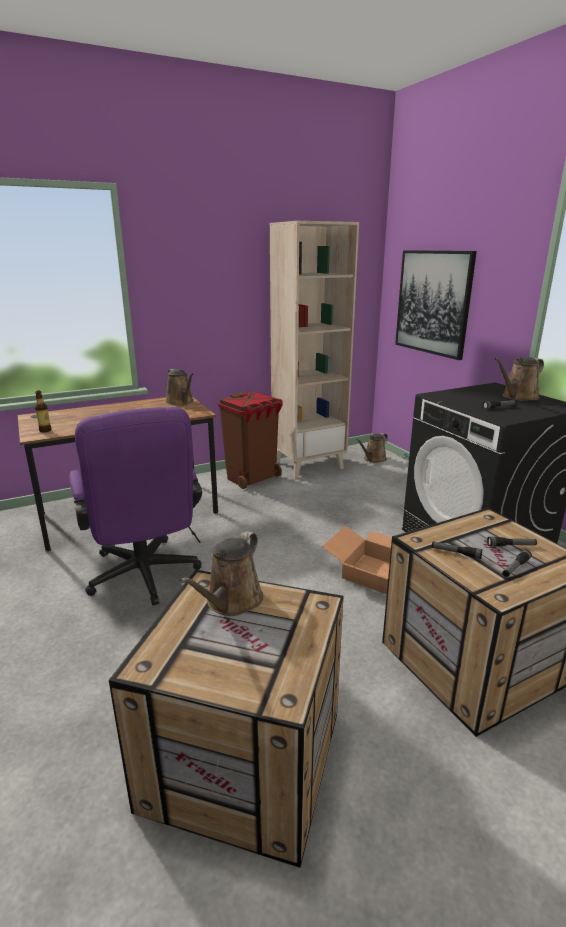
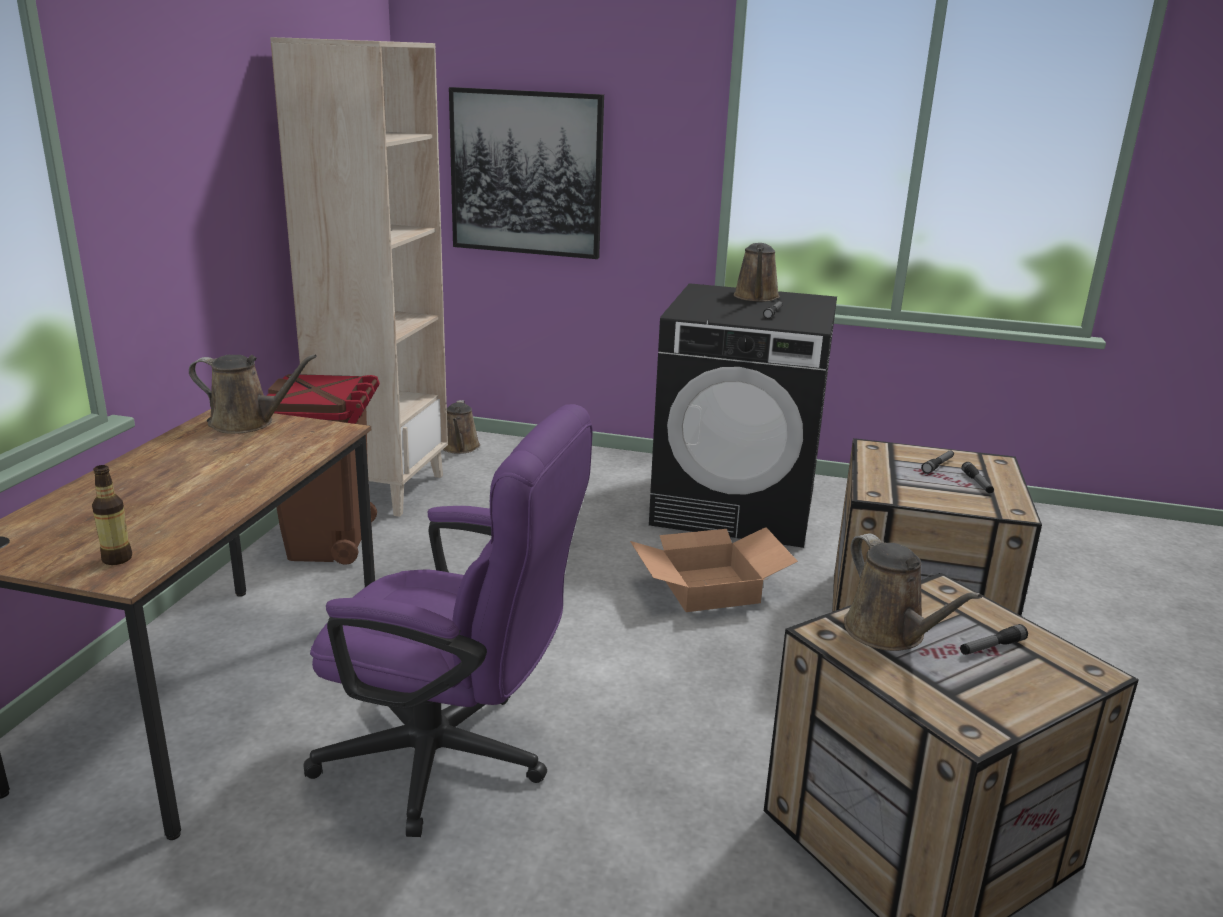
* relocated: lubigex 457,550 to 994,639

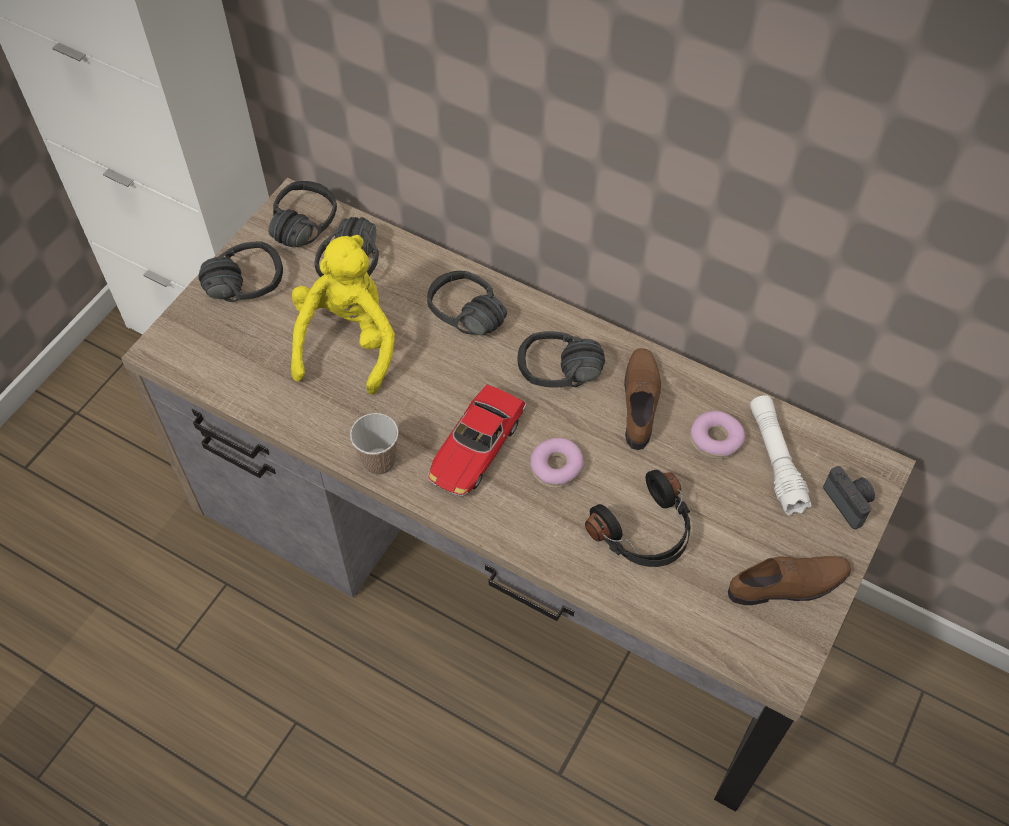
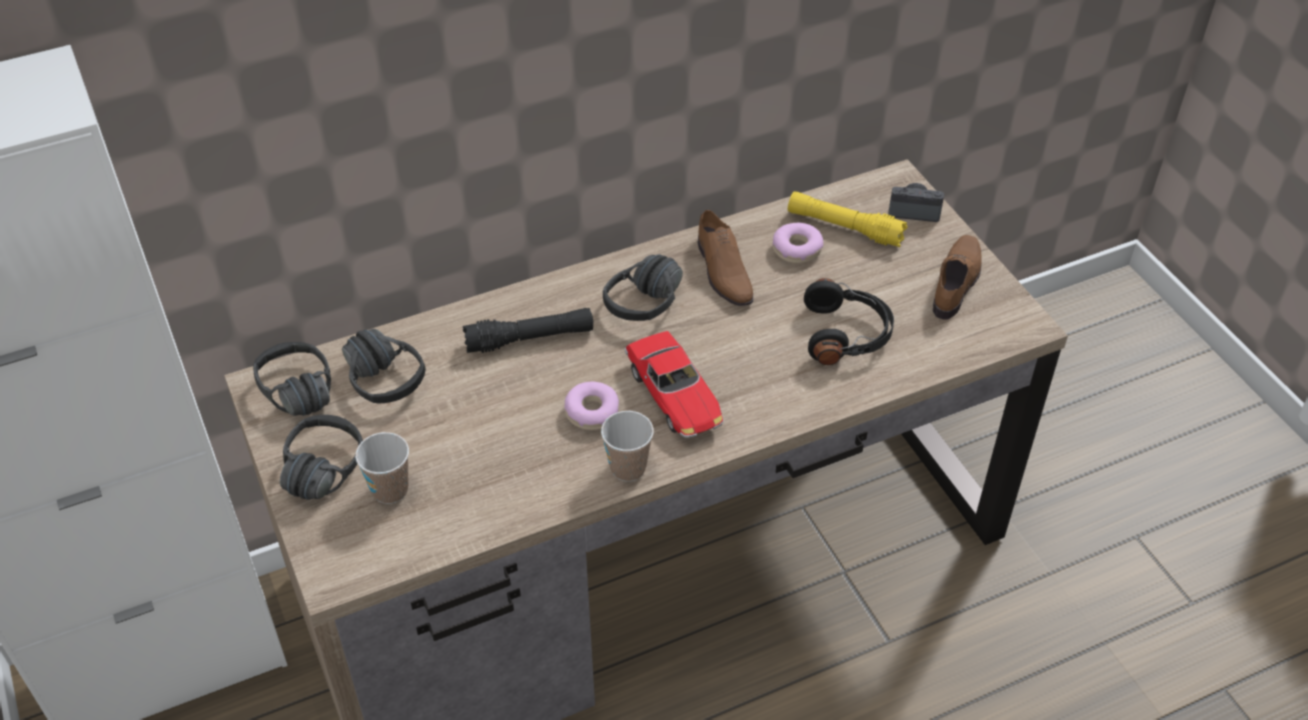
* missing: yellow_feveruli 343,315
* exchanged: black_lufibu 467,303 to black_lubigex 528,330
* spun: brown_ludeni 642,399 = 725,258 150 degrees counterclockwise
* colour: white_lubigex 781,455 to yellow_lubigex 848,219
* relocated: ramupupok 557,463 to 591,406
* appeared: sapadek 382,468

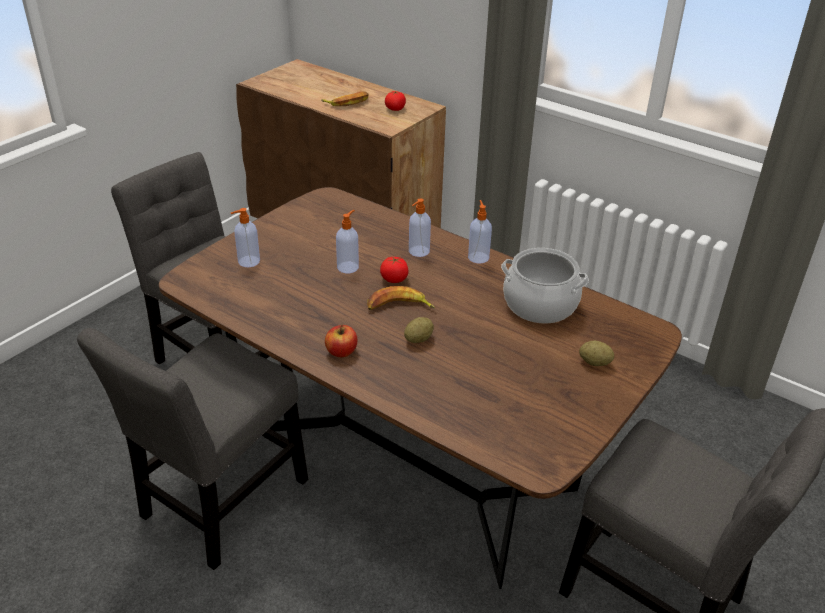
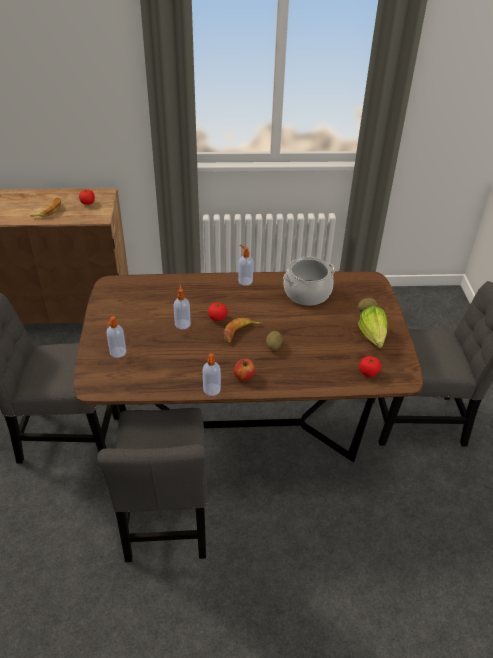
* relocated: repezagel 420,227 to 212,374
* appeared: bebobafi 372,327
* appeared: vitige 370,366

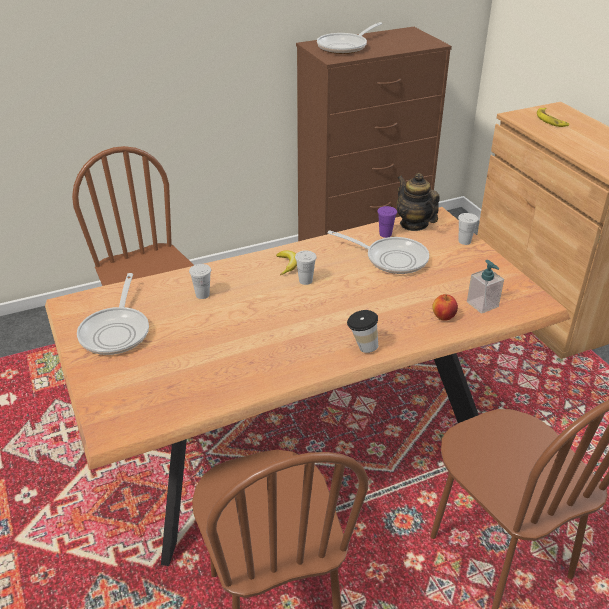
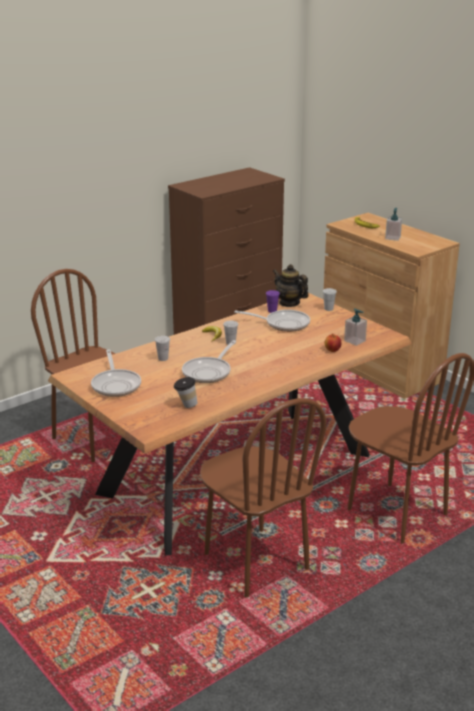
* relocated: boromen 349,38 to 209,361
* relocated: sapadek 362,331 to 186,392
* appeared: repezagel 393,224

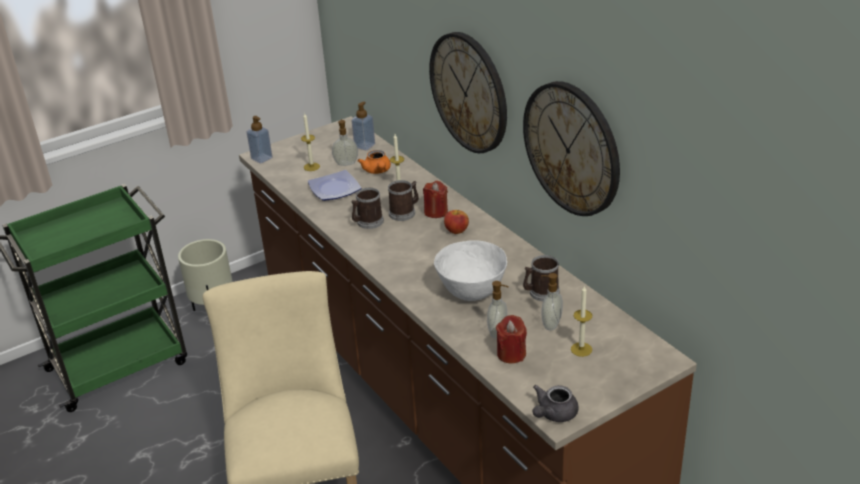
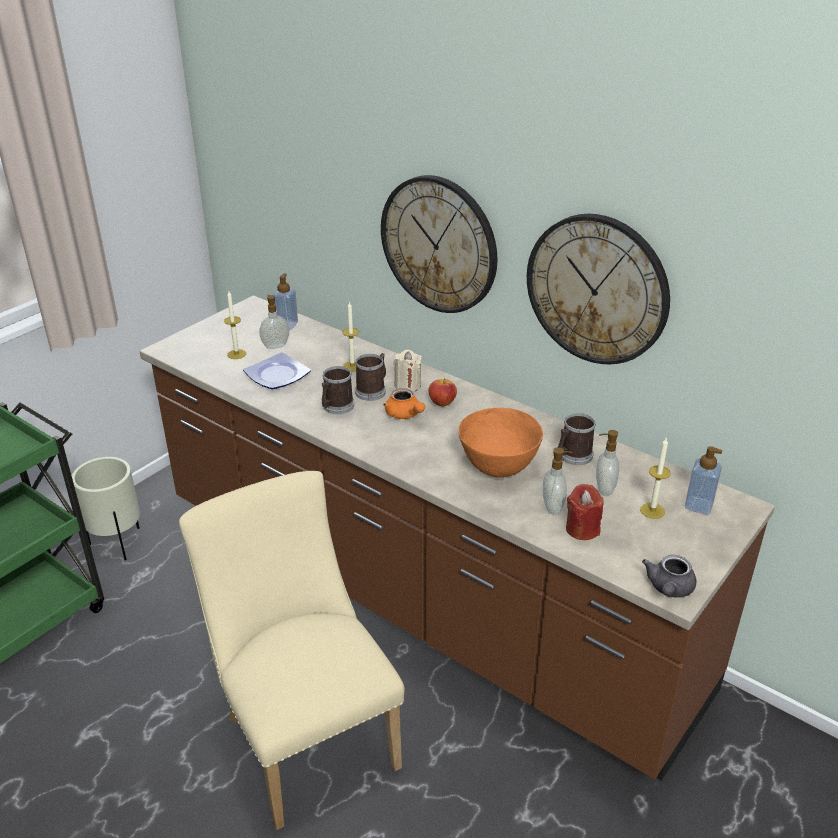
* relocated: repezagel 259,139 to 703,480
* relocated: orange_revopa 374,162 to 404,403
* colour: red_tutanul 435,199 to beige_tutanul 407,371
* colour: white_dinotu 470,270 to orange_dinotu 500,442

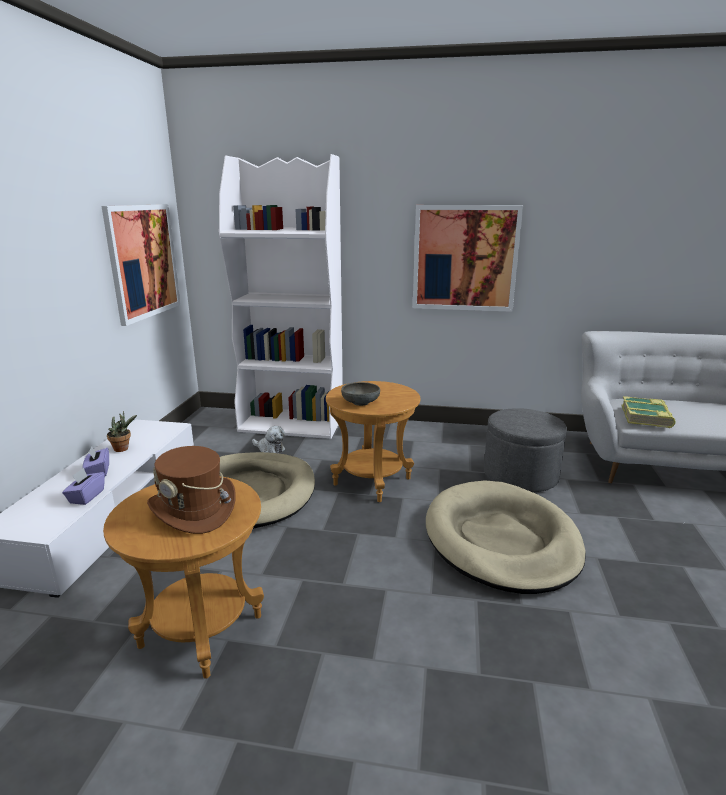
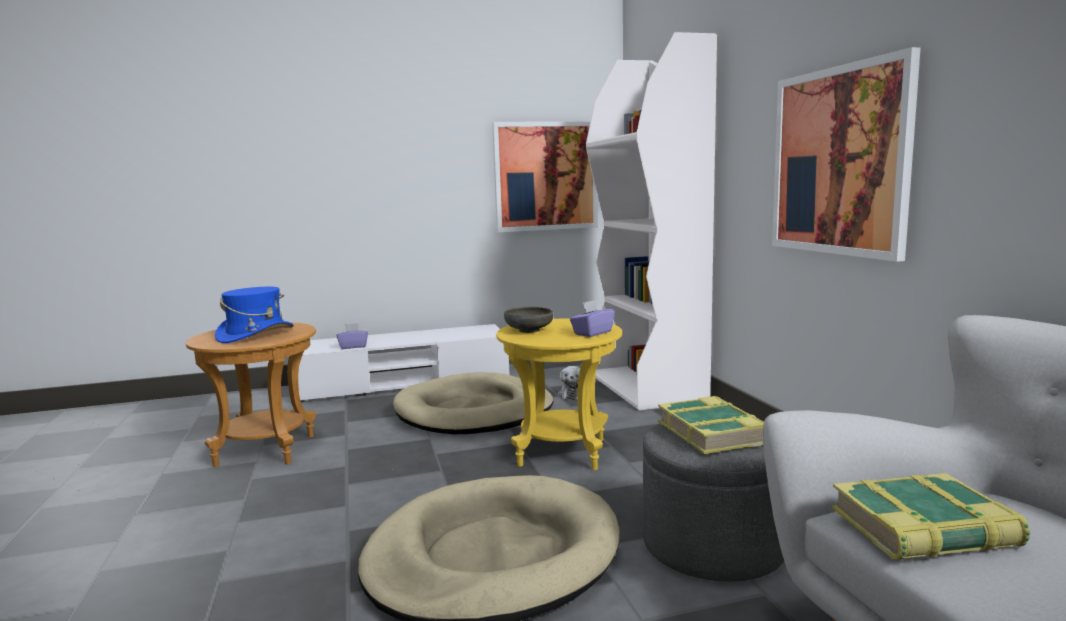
* colour: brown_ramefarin 373,441 to yellow_ramefarin 559,394
* missing: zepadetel 122,431
* relocated: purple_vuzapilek 96,461 to 592,318
* colour: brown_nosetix 191,490 to blue_nosetix 254,315
* appeared: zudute 711,425

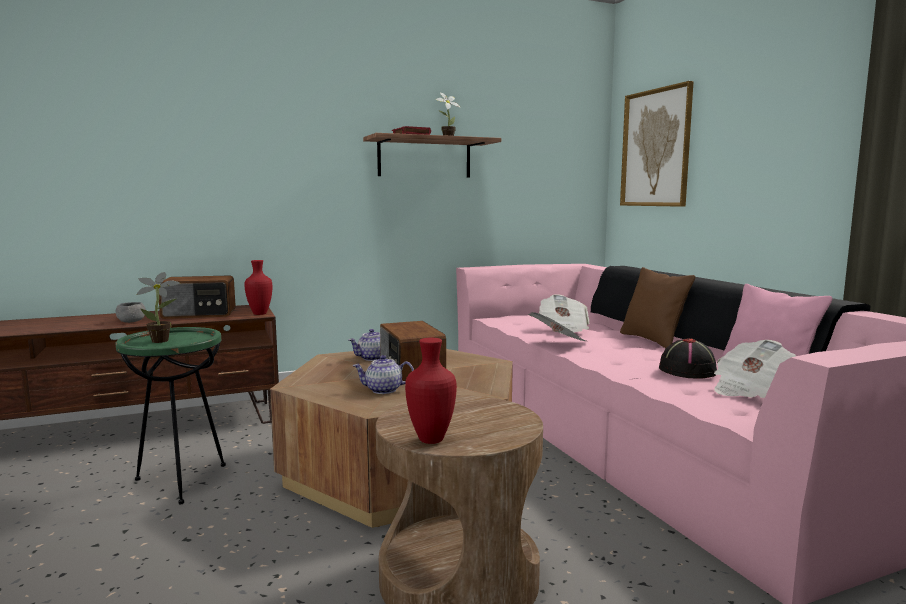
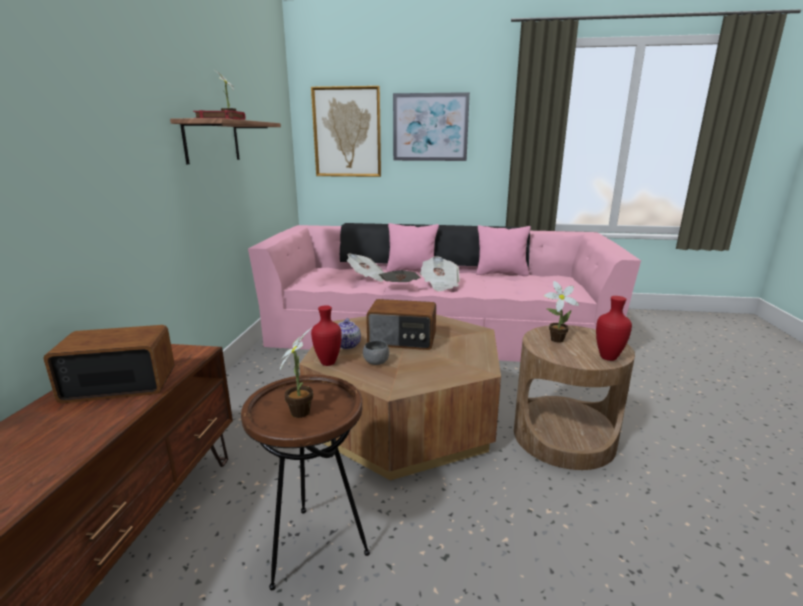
* relocated: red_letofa 258,287 to 326,335
* colour: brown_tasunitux 657,307 to pink_tasunitux 412,247
* spun: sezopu 197,297 = 109,364 120 degrees counterclockwise
* relocated: grey_dinotu 131,312 to 376,352
* colour: green_ramefarin 171,415 to brown_ramefarin 305,482
* missing: black_nosetix 688,358
* relocated: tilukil 755,369 to 440,273
* missing: revopa 383,374
* appeared: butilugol 431,126
* appeared: zepadetel 561,312

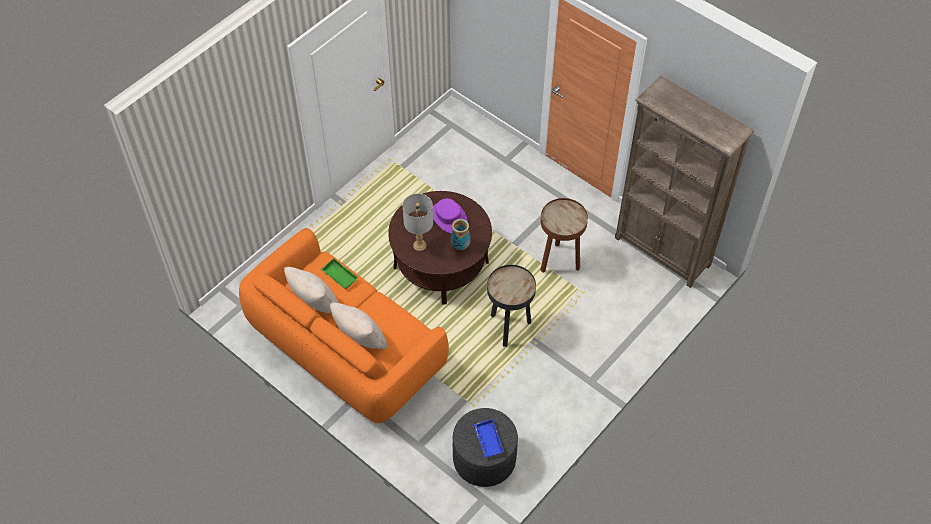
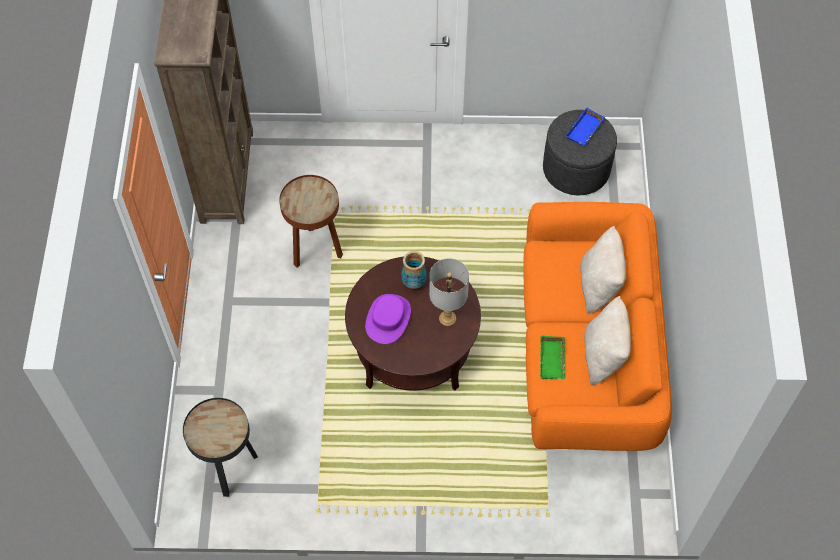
* relocated: black_ramefarin 511,306 to 220,447

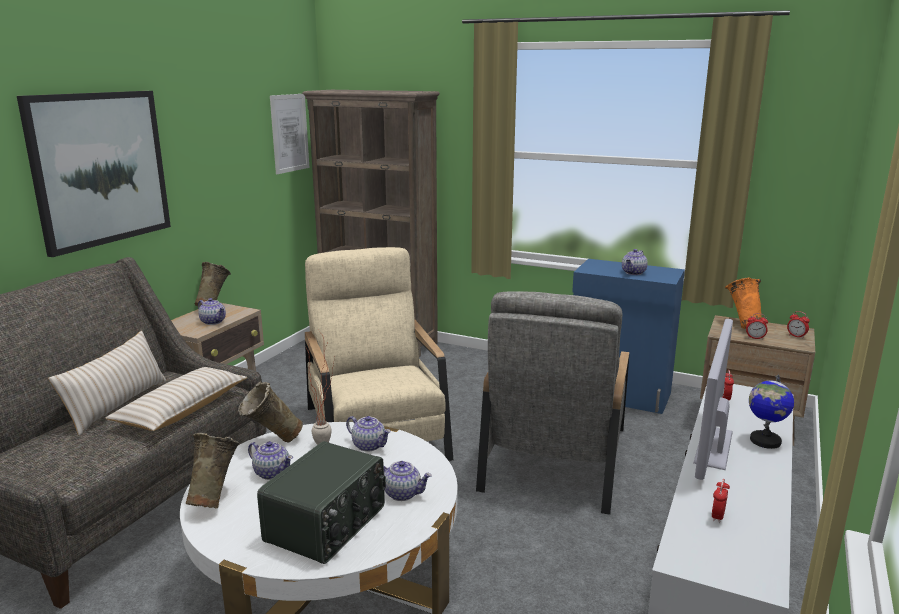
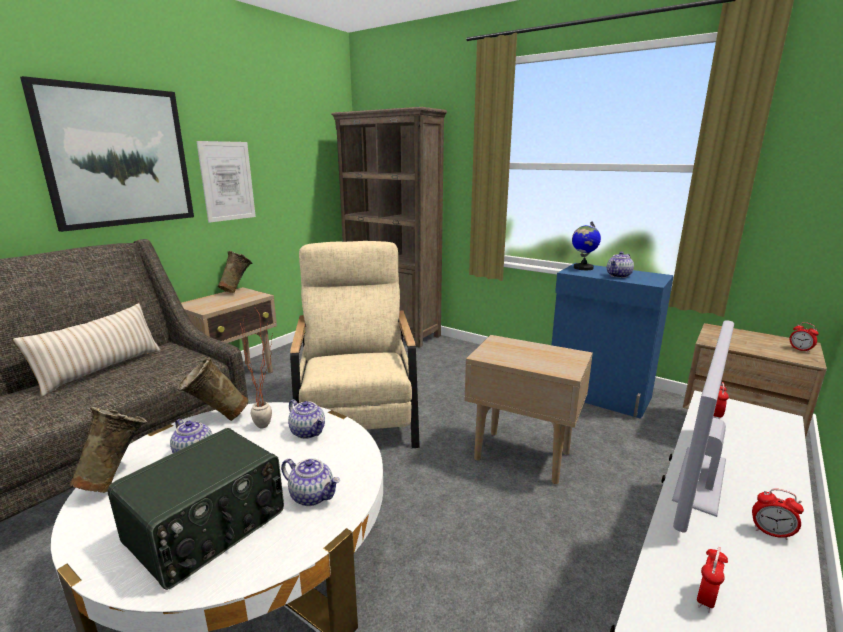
* relocated: butilugol 289,134 to 226,182
* missing: orange_letofa 743,303
* exchanged: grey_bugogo 553,403 to beige_ramefarin 529,409
* missing: revopa 212,311
* relocated: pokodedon 757,326 to 778,514
* missing: beige_tasunitux 176,399
* relocated: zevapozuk 771,411 to 586,245

